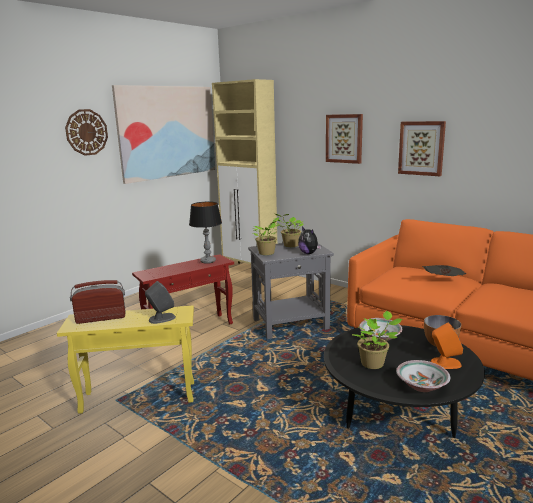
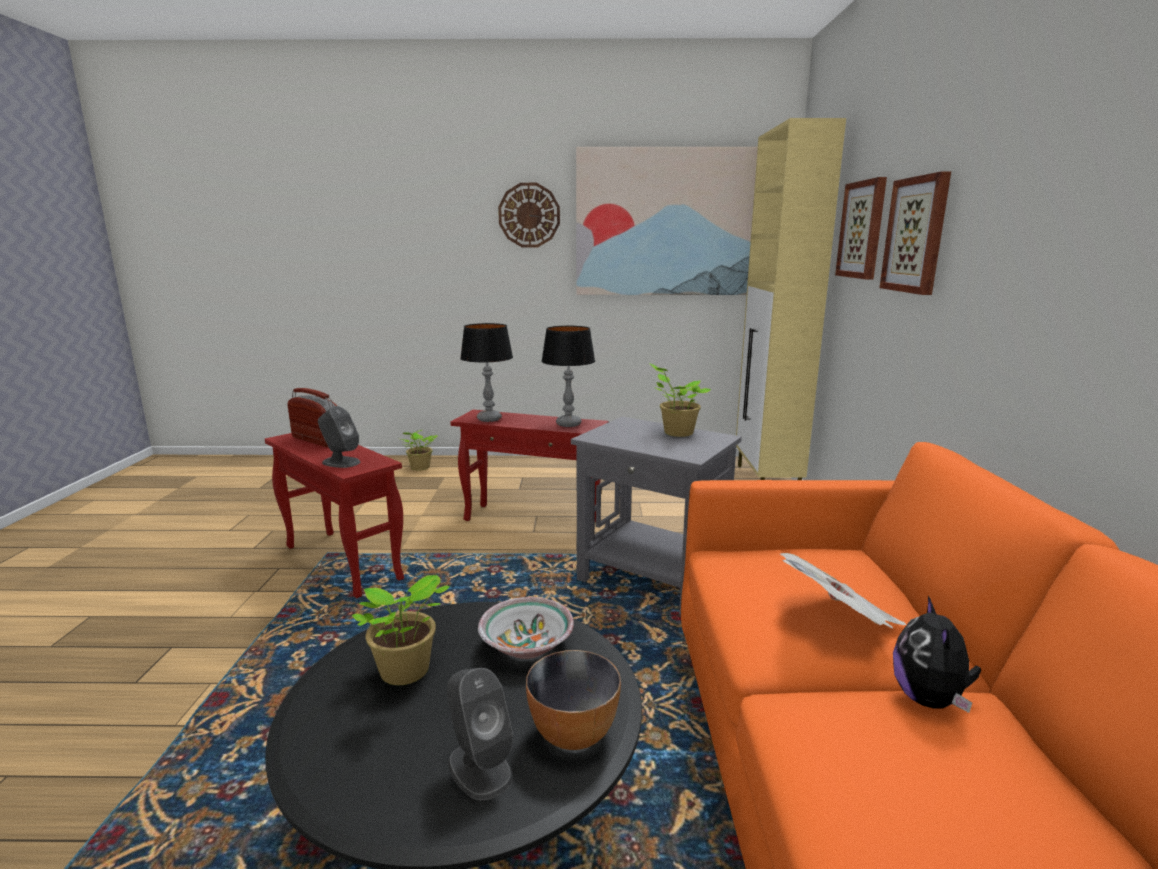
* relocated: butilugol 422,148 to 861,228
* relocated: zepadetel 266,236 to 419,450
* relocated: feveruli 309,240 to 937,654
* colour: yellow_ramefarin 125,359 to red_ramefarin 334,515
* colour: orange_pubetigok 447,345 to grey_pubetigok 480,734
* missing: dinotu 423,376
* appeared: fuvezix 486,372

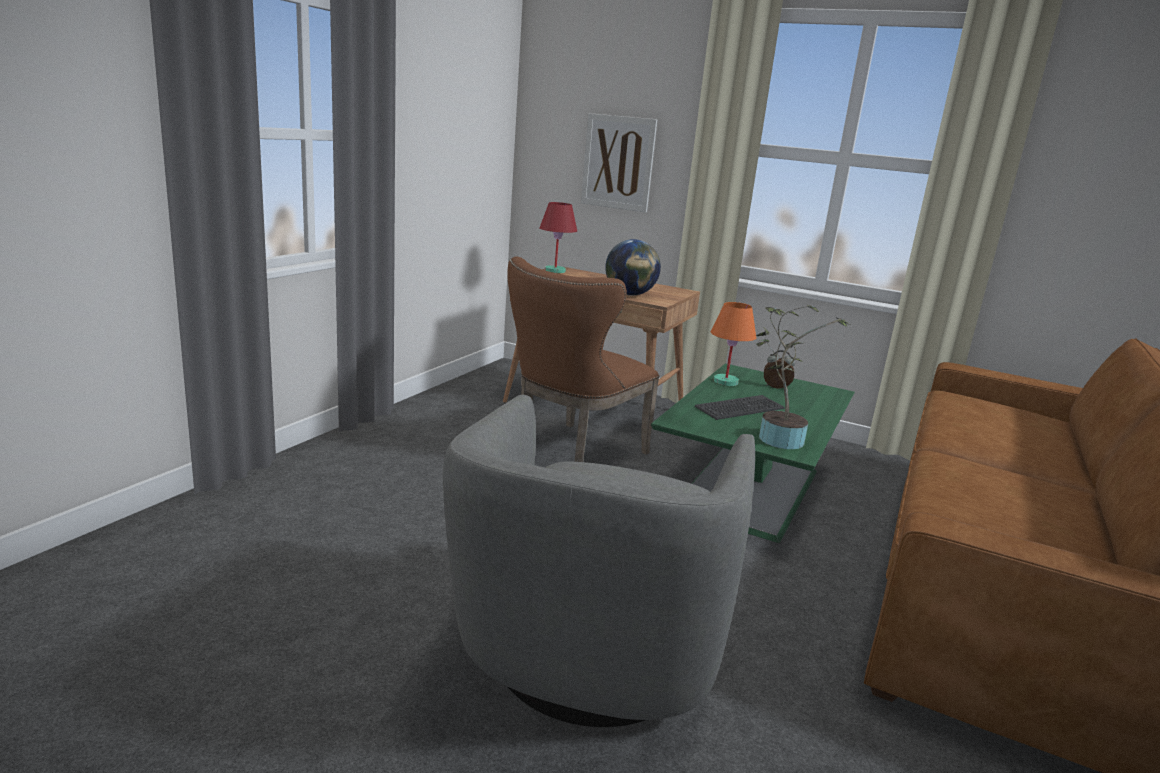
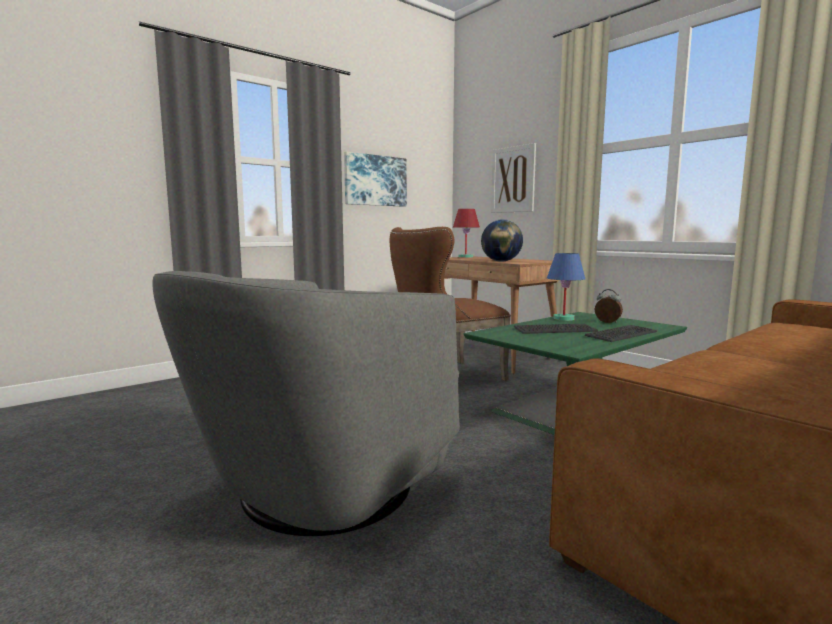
* colour: orange_fuvezix 733,344 to blue_fuvezix 566,287
* missing: zepadetel 803,376
* appeared: butilugol 375,179
* appeared: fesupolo 621,333

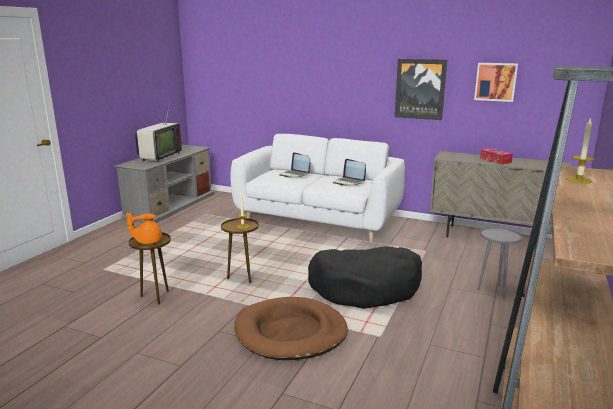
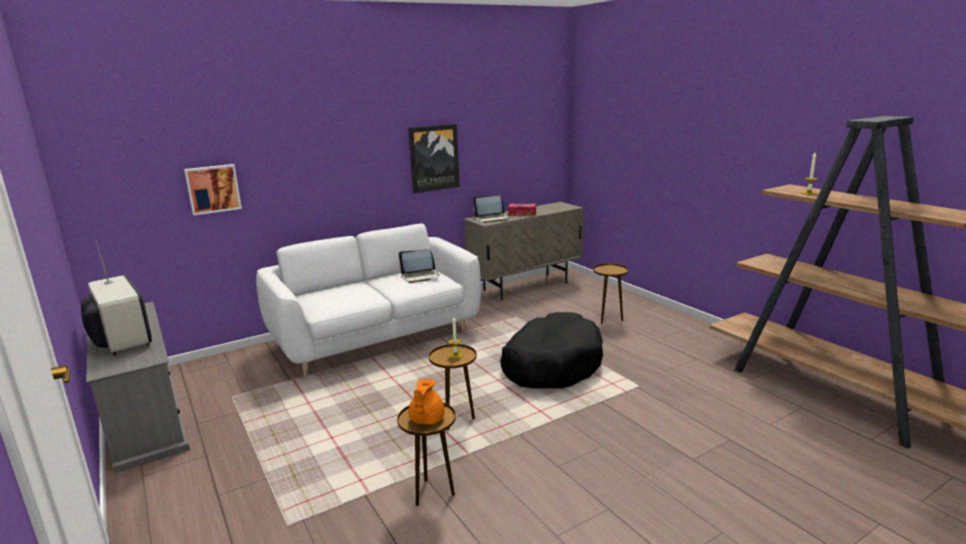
* relocated: butilugol 496,82 to 213,190
* relocated: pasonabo 294,165 to 491,209
* colour: grey_ramefarin 499,262 to brown_ramefarin 610,294
* missing: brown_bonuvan 291,328

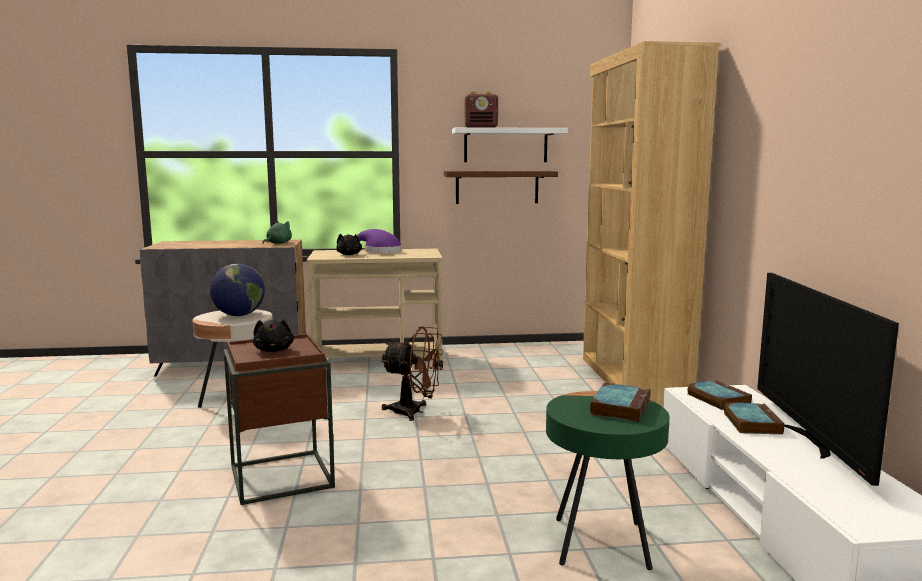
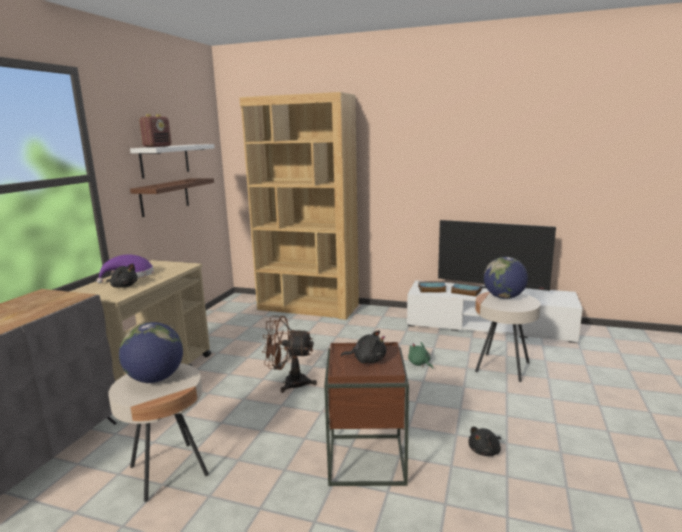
* relocated: green_feveruli 277,232 to 420,355
* spun: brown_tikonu 412,373 = 289,354 120 degrees counterclockwise
* exchanged: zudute 620,402 to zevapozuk 506,278
* colour: green_ramefarin 608,480 to beige_ramefarin 508,337
* appeared: black_feveruli 484,441

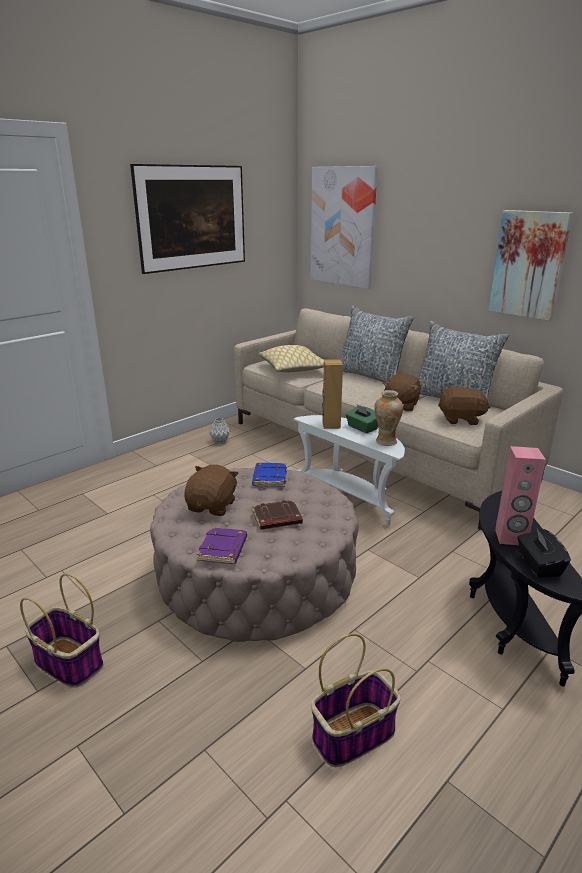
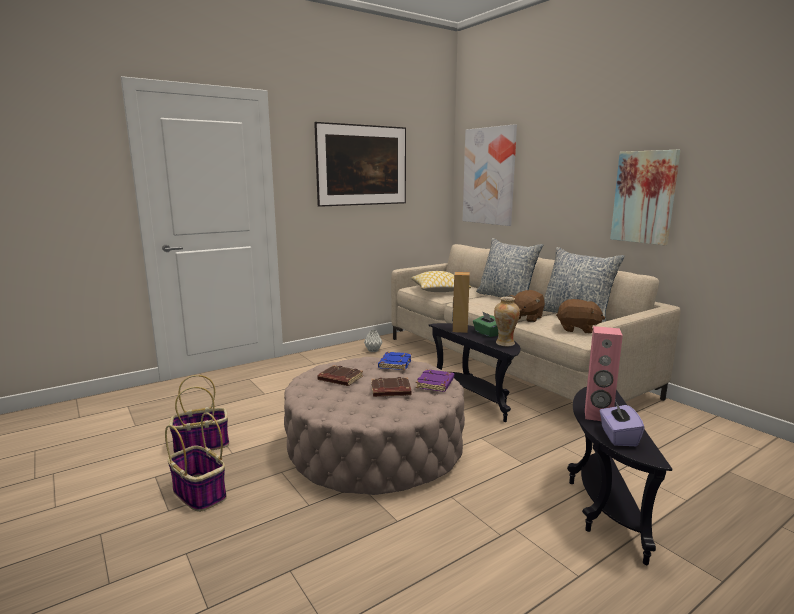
* colour: white_ramefarin 349,470 to black_ramefarin 475,372
* exchanged: brown_feveruli 212,490 to brown_zudute 340,375
* relocated: purple_zudute 222,545 to 435,380
* colour: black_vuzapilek 544,553 to purple_vuzapilek 622,423
* relocated: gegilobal 356,700 to 199,414

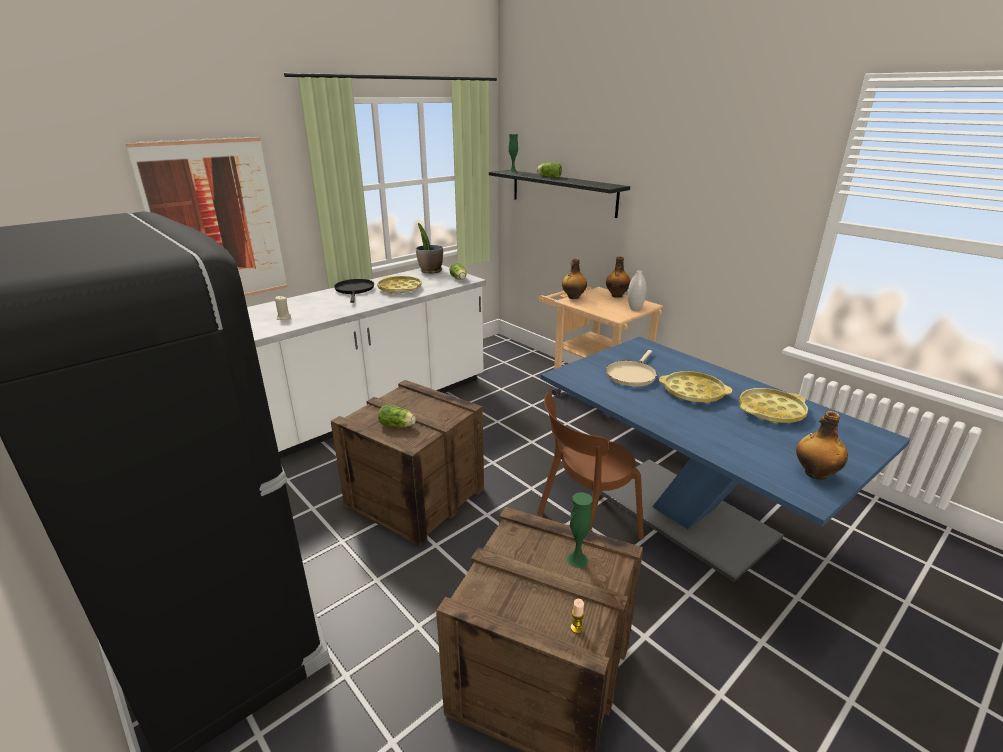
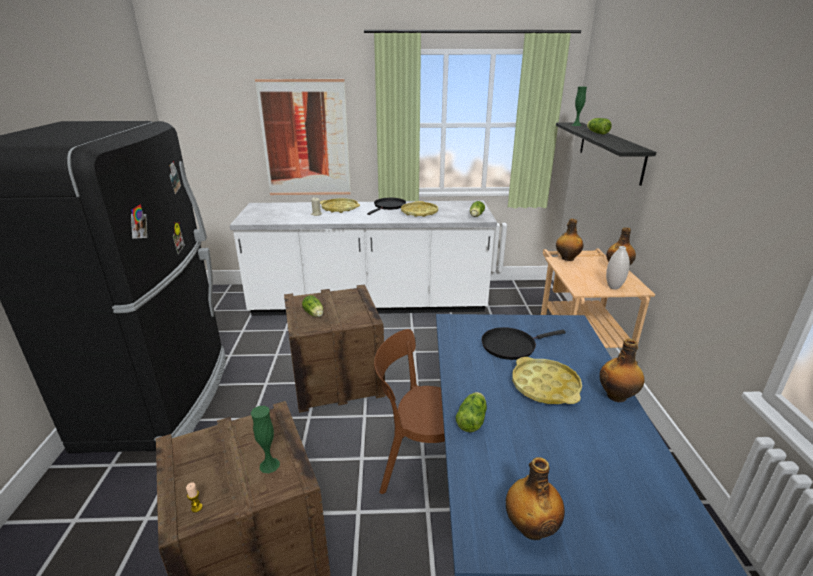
* missing: zepadetel 429,248
* colour: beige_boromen 631,368 to black_boromen 523,343
* relocated: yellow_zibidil 773,405 to 340,205
* appeared: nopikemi 621,371
* appeared: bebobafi 471,412

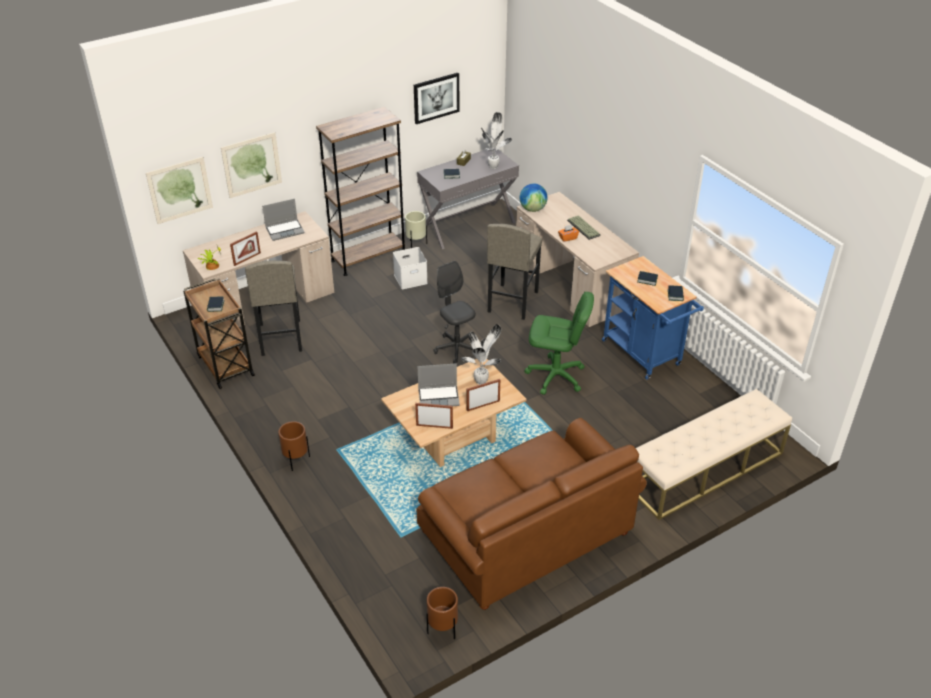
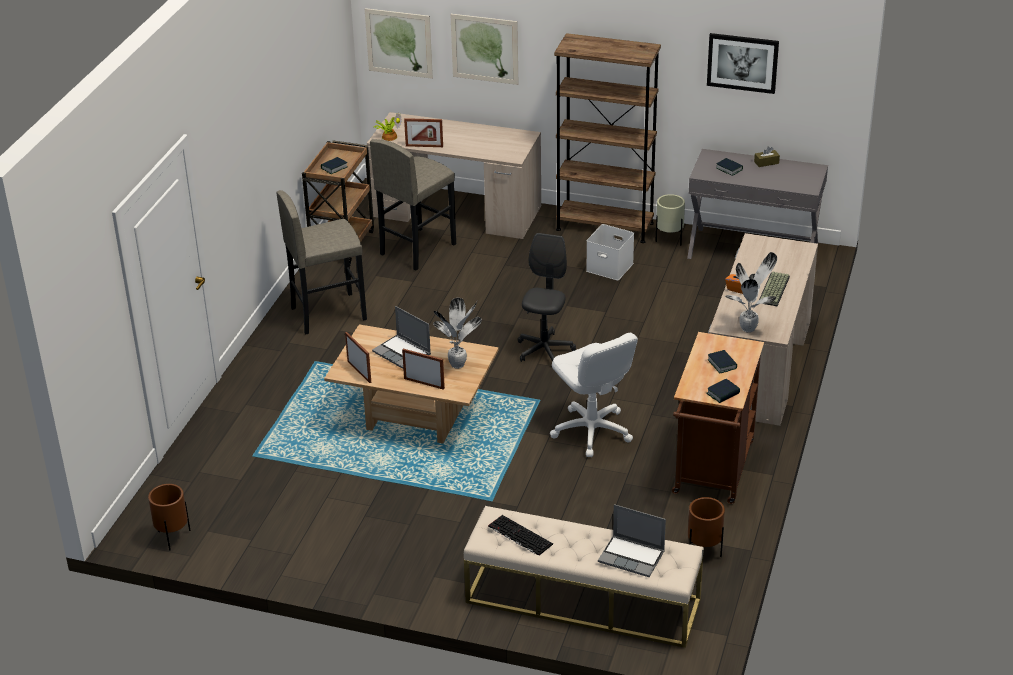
* relocated: zepadetel 496,140 to 751,292
* missing: zevapozuk 534,198
* relocated: pasonabo 283,220 to 632,540
* relocated: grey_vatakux 514,272 to 321,262
* colour: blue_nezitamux 653,318 to brown_nezitamux 718,418
* colour: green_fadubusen 559,343 to white_fadubusen 594,395
* missing: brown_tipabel 531,514
* relocated: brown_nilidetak 294,446 to 706,527
* appeared: fesupolo 520,535

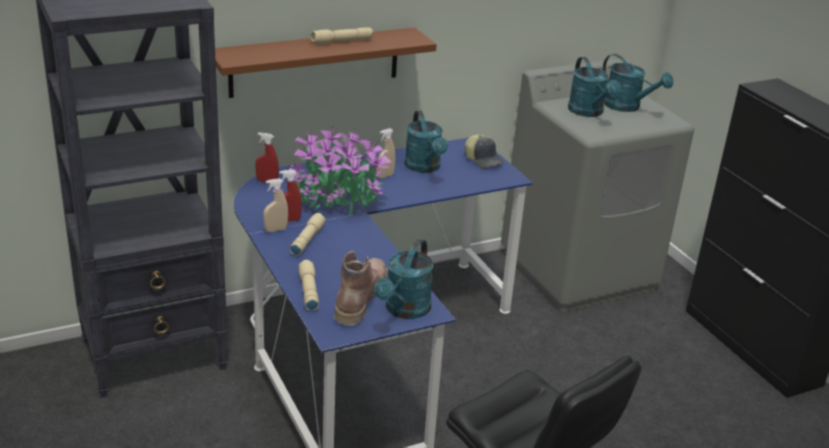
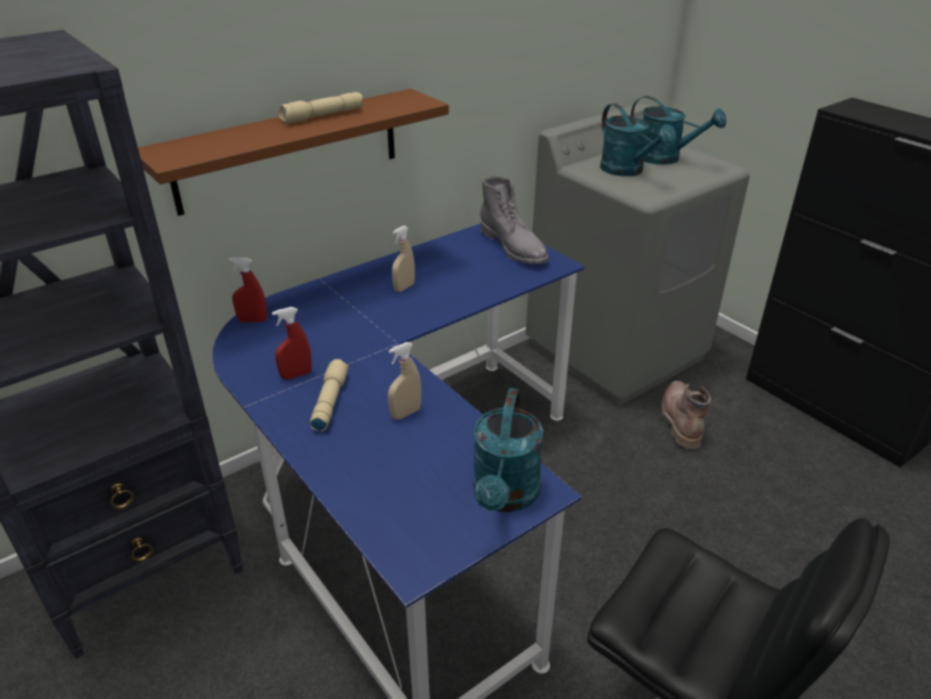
* missing: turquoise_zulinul 426,142
* missing: zepadetel 340,170
* exchanged: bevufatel 484,152 to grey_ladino 514,220
* relocated: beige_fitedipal 275,205 to 404,381
* relocated: brown_ladino 361,288 to 686,415
* missing: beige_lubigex 309,285

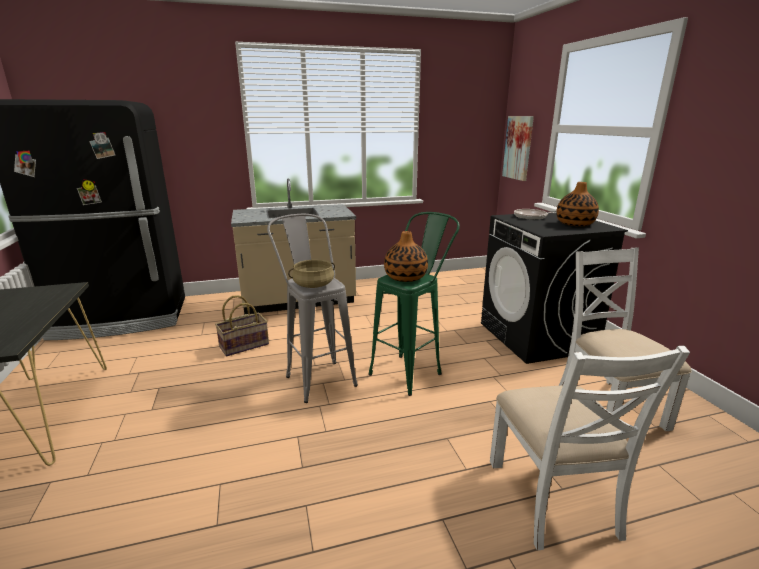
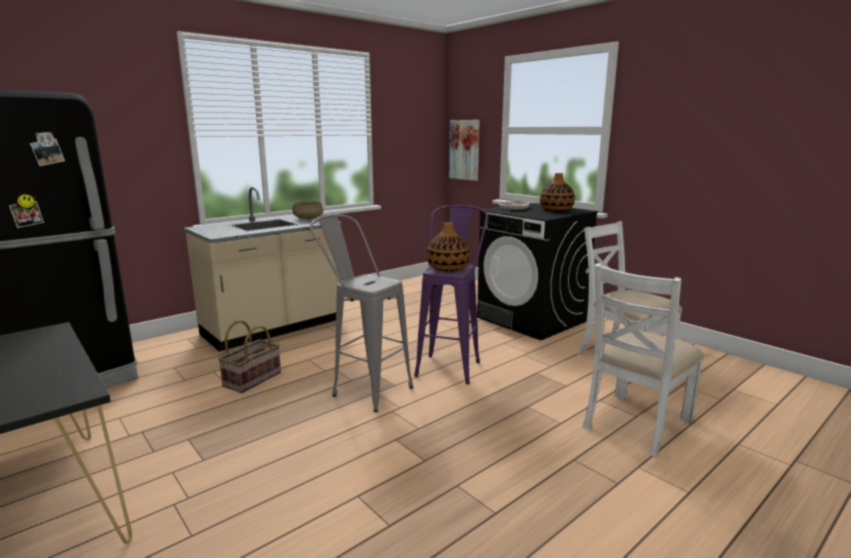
* colour: green_vatakux 414,304 to purple_vatakux 451,294
* relocated: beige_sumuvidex 311,274 to 308,210
* spun: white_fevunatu 590,448 = 643,360 75 degrees clockwise

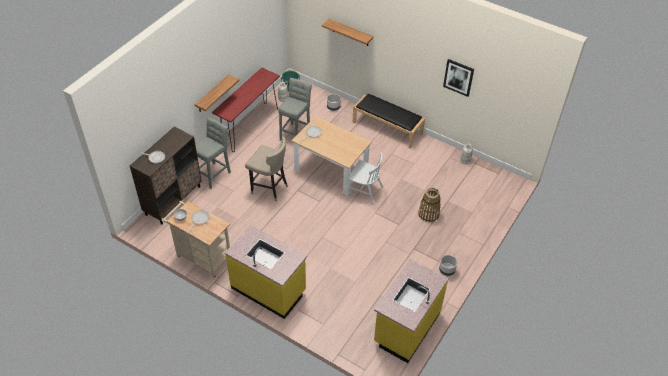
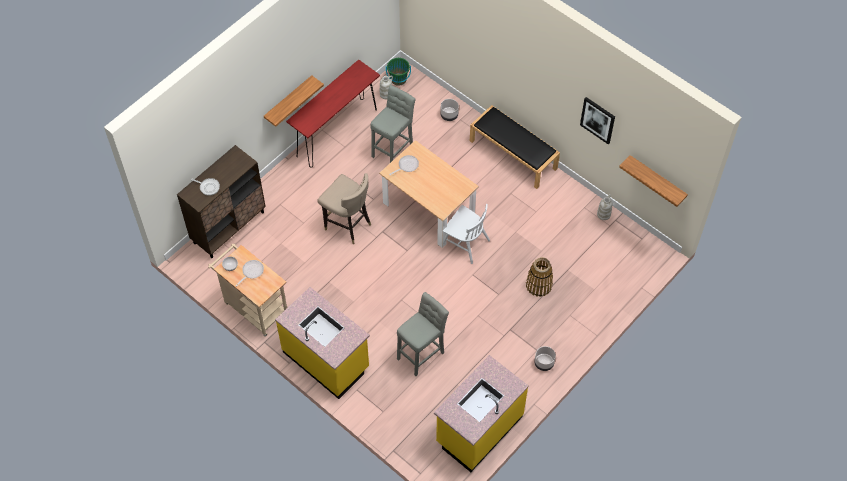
* relocated: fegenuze 347,32 to 653,181
* relocated: grey_vatakux 213,153 to 423,334

